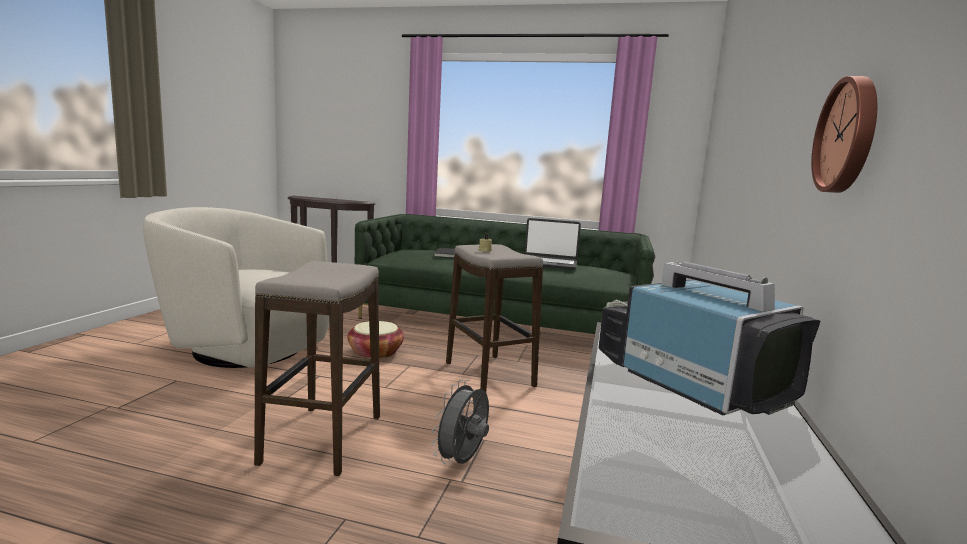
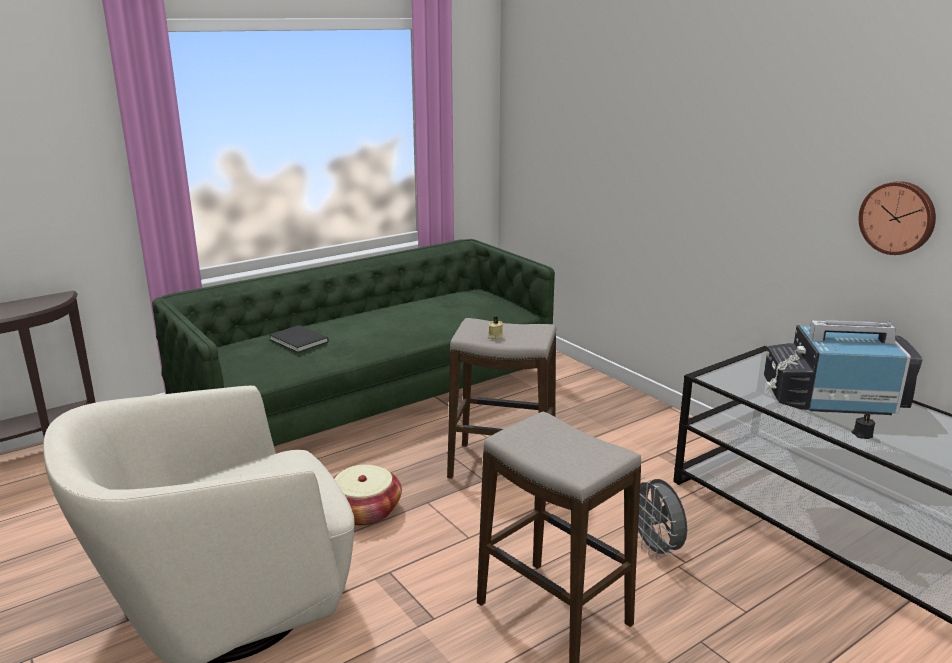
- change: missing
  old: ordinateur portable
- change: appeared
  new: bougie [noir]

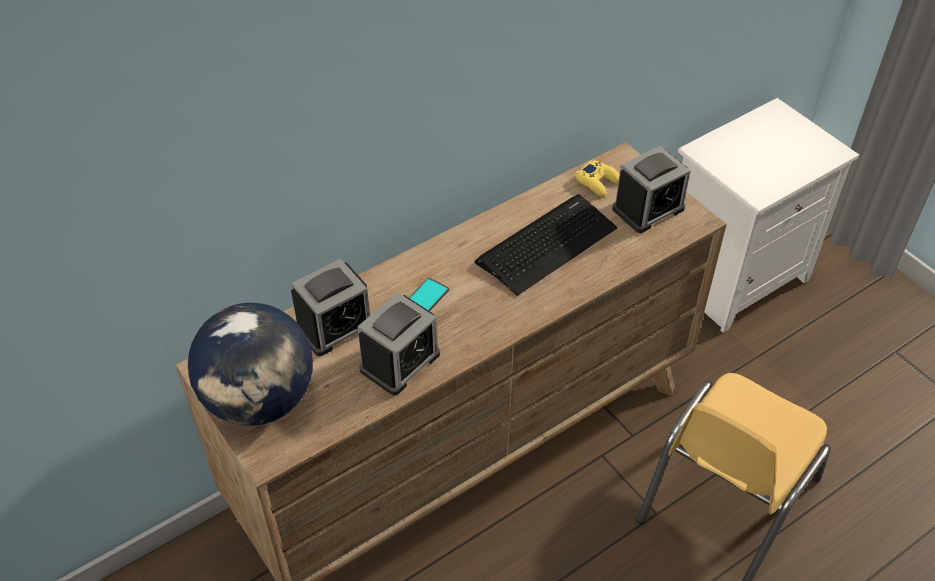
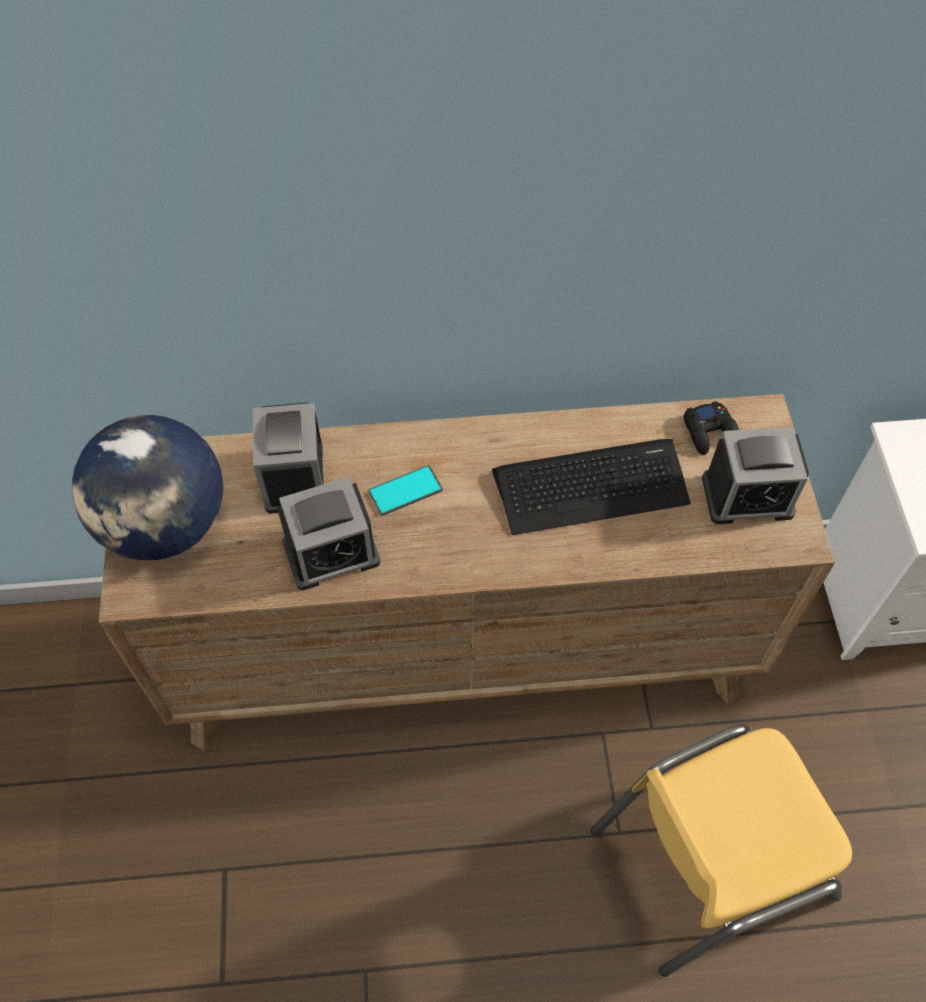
- change: colour
  old: manette [jaune]
  new: manette [noir]
- change: spun
  old: réveil (no. 1 from left)
  degrees: 90

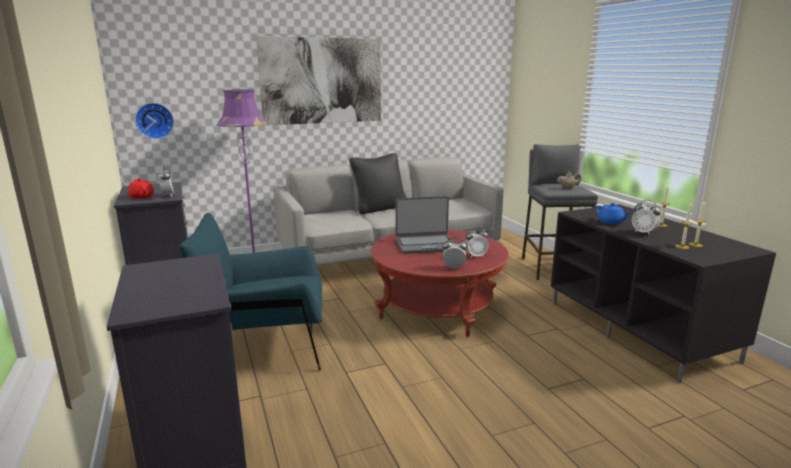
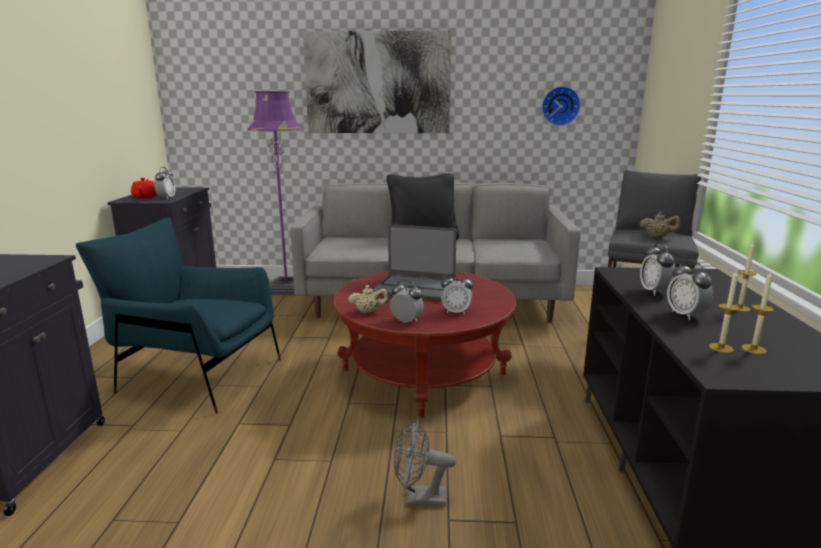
- change: appeared
  new: théière [beige] (no. 1 from left)
- change: appeared
  new: ventilateur [gris]
- change: relocated
  old: horloge murale
- change: exchanged
  old: théière [bleu]
  new: réveil (no. 4 from left)

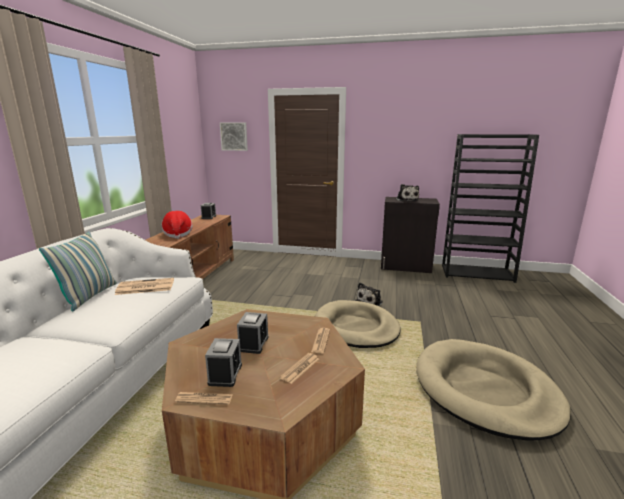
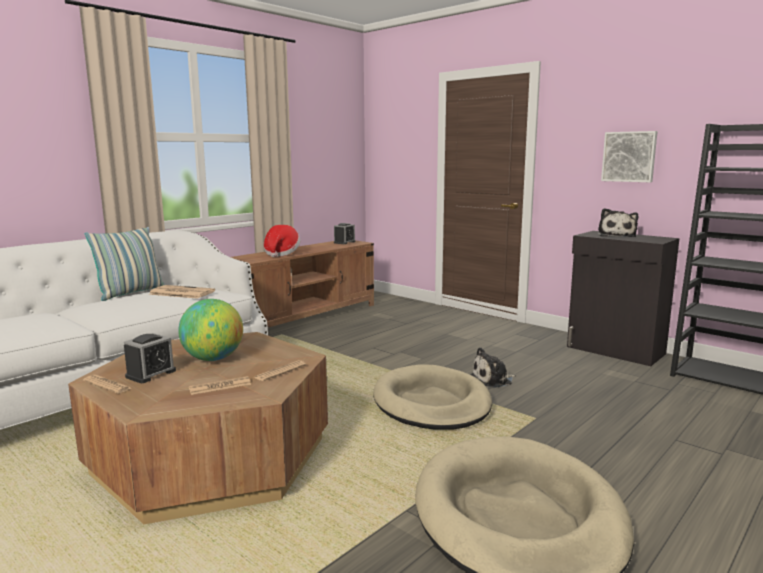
- change: relocated
  old: tableau
- change: exchanged
  old: réveil (no. 3 from left)
  new: globe

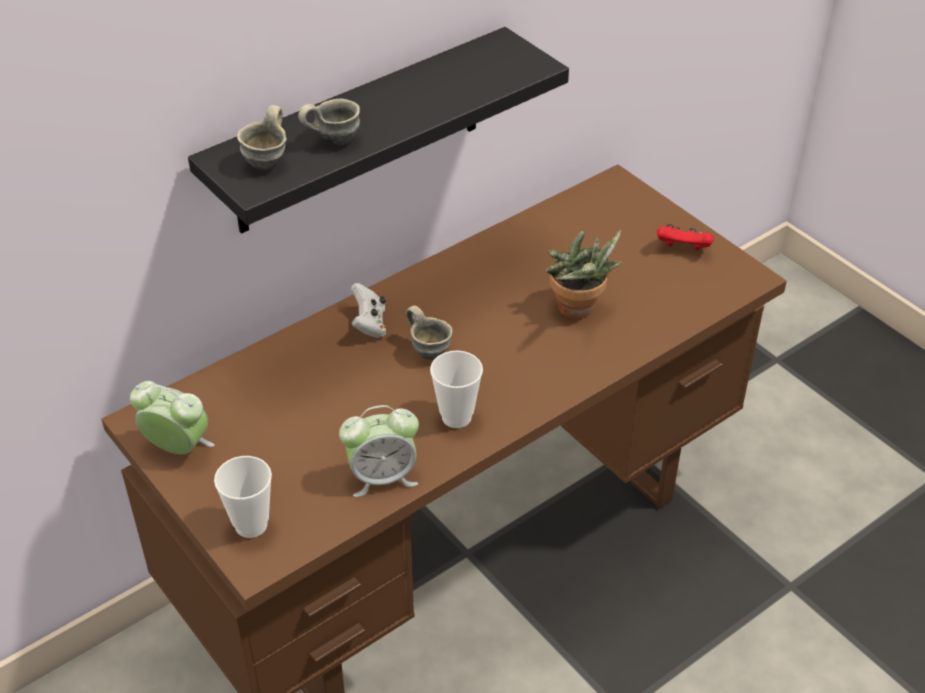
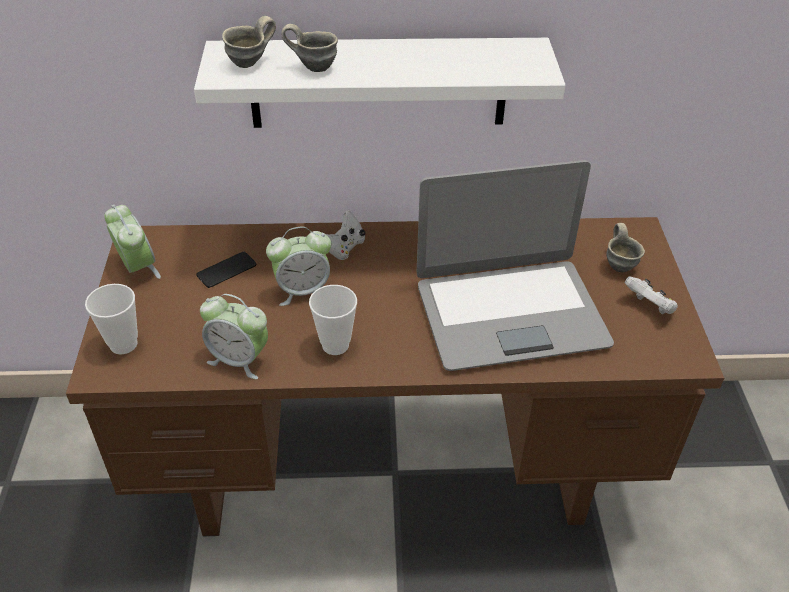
- change: appeared
  new: téléphone
- change: appeared
  new: réveil (no. 3 from left)
- change: relocated
  old: mug [gris] (no. 3 from left)
- change: exchanged
  old: plante en pot
  new: ordinateur portable
- change: colour
  old: étagère [noir]
  new: étagère [blanc]
- change: colour
  old: manette [rouge]
  new: manette [blanc] (no. 2 from left)

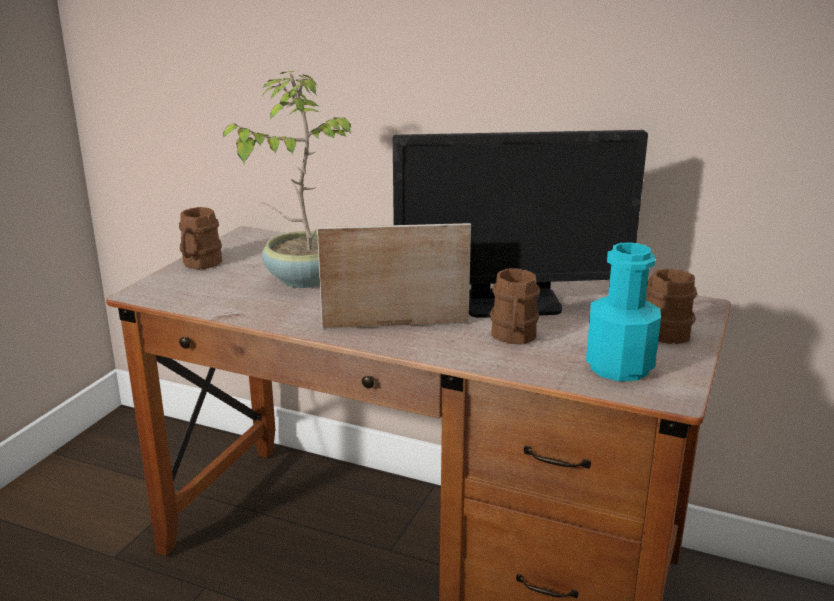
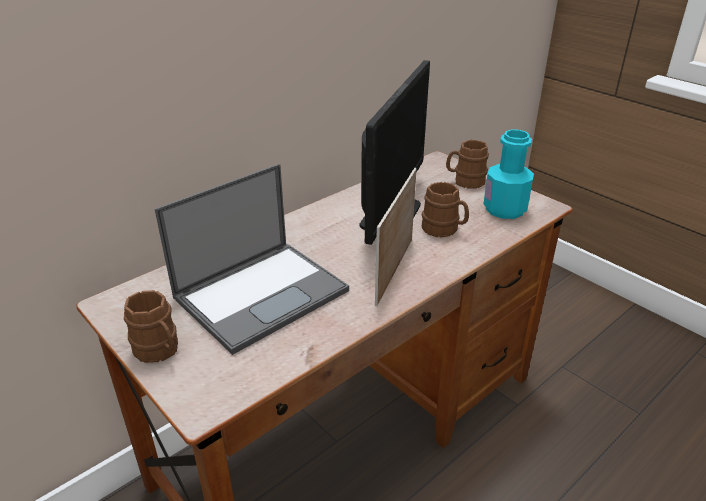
- change: exchanged
  old: plante en pot
  new: ordinateur portable

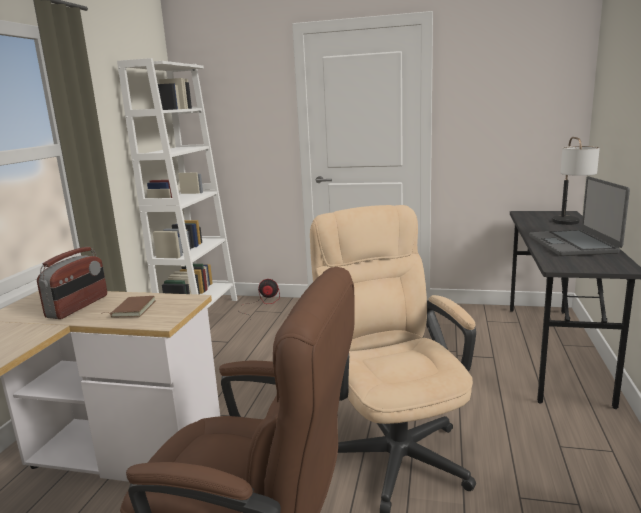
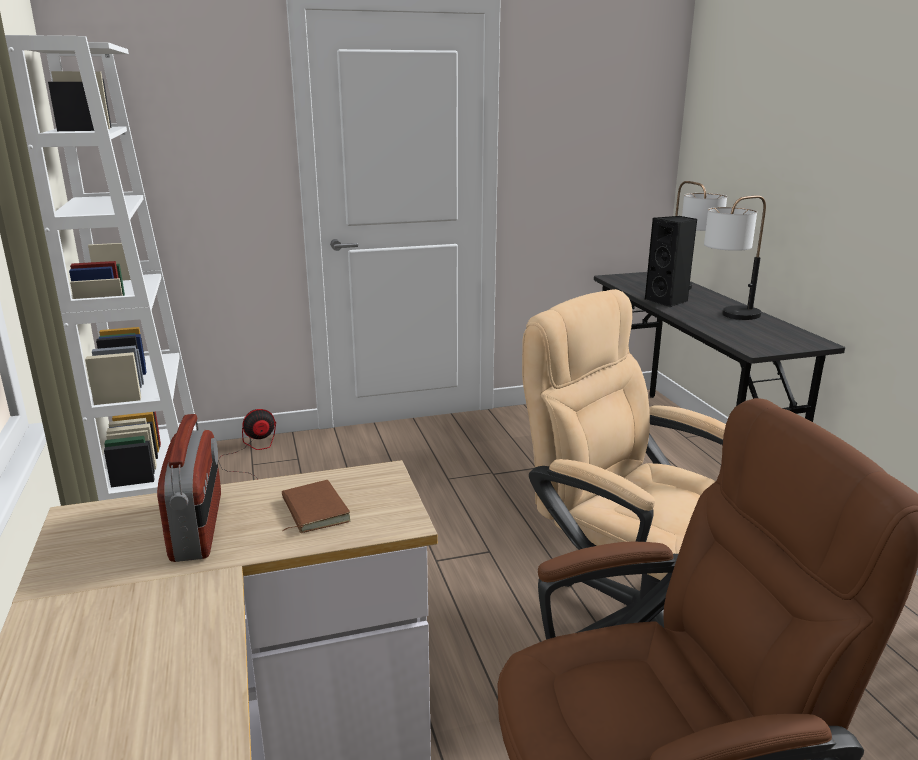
- change: appeared
  new: enceinte [noir]
- change: exchanged
  old: ordinateur portable
  new: lampe de table (no. 2 from left)

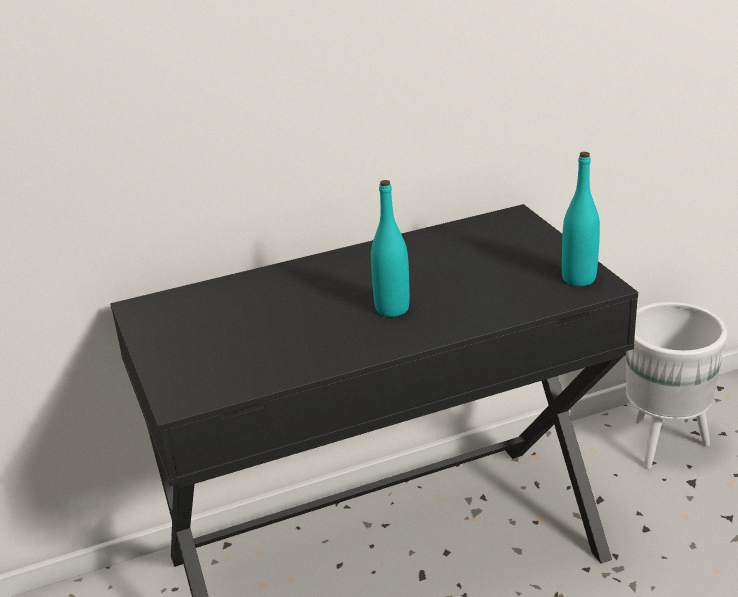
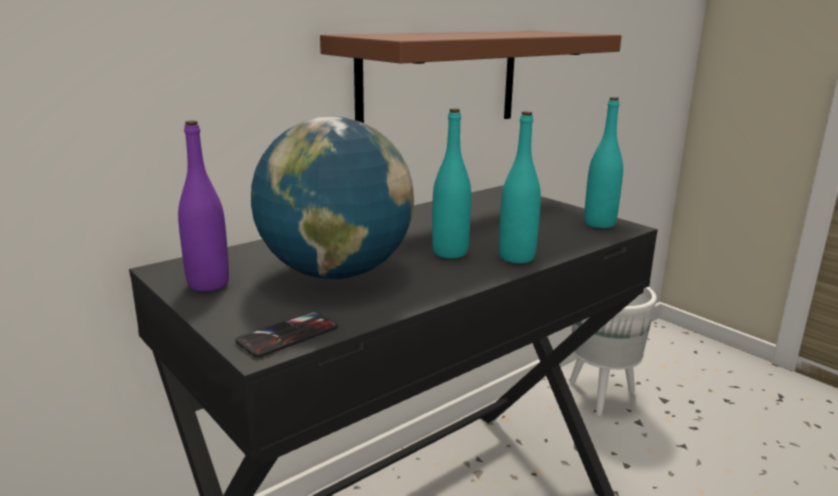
- change: appeared
  new: bouteille [violet]
- change: appeared
  new: téléphone
- change: appeared
  new: globe
- change: appeared
  new: étagère [marron]
- change: appeared
  new: bouteille [turquoise] (no. 2 from left)

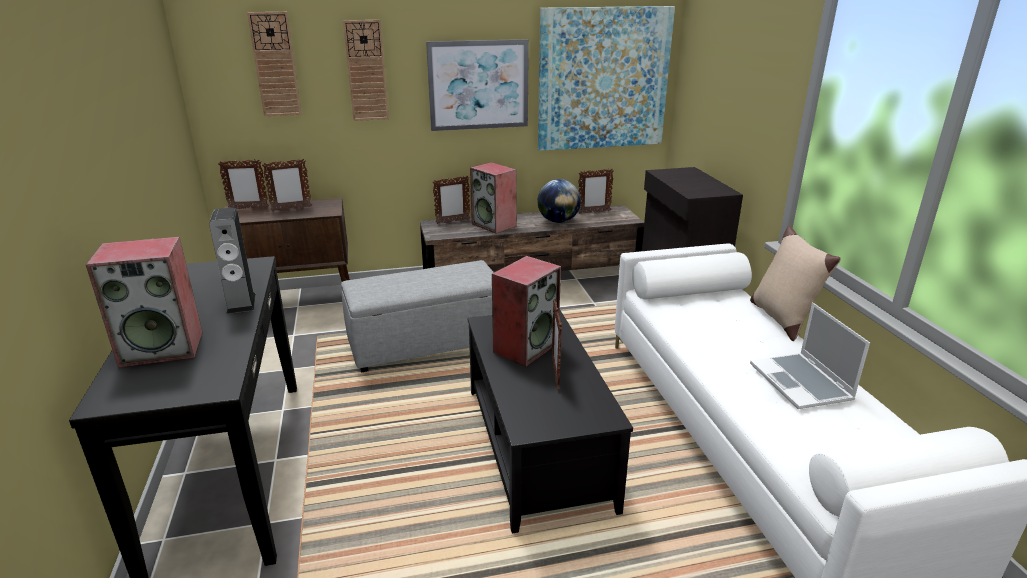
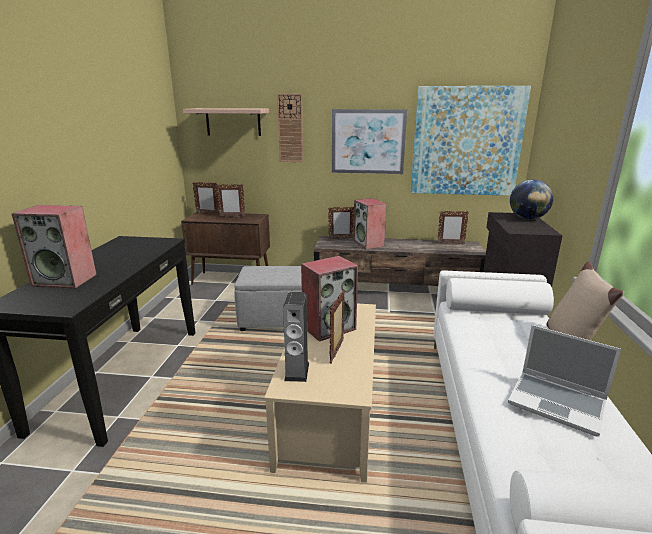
- change: relocated
  old: enceinte (no. 2 from left)
- change: relocated
  old: globe
- change: exchanged
  old: horloge murale (no. 1 from left)
  new: étagère
- change: colour
  old: table basse [noir]
  new: table basse [beige]
- change: spun
  old: ordinateur portable
  degrees: -60

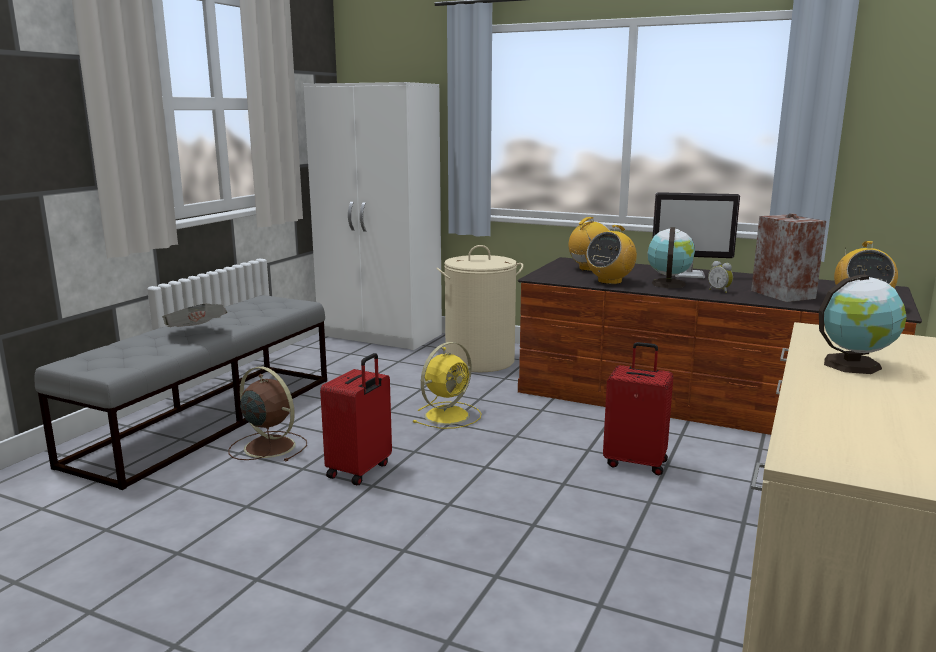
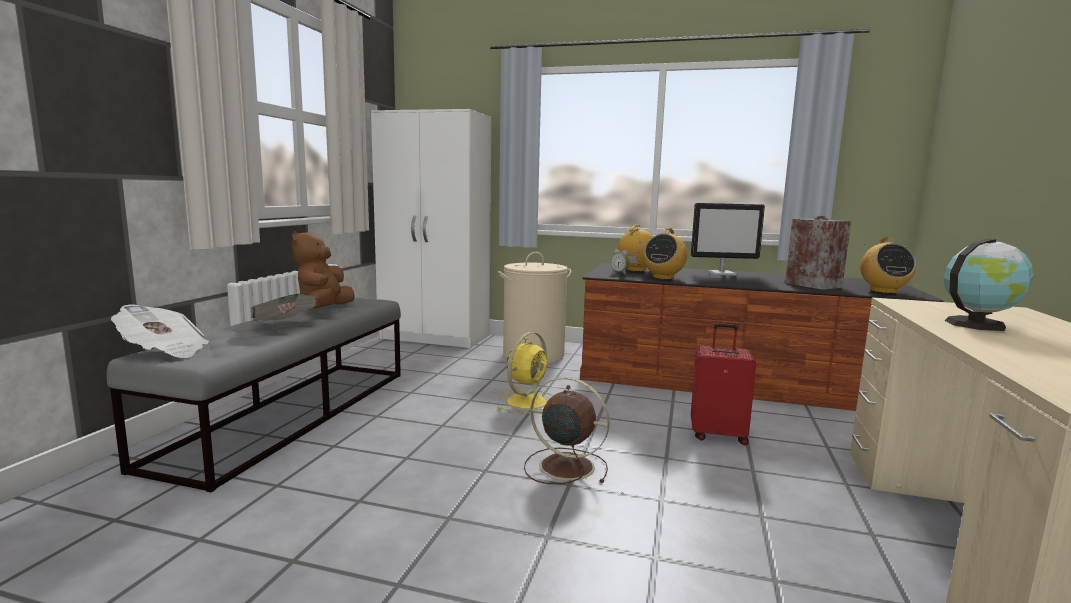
- change: missing
  old: valise [rouge] (no. 1 from left)
- change: missing
  old: globe (no. 1 from left)
- change: appeared
  new: journal (no. 1 from left)
- change: appeared
  new: peluche [marron]
- change: relocated
  old: ventilateur [marron]
- change: relocated
  old: réveil

